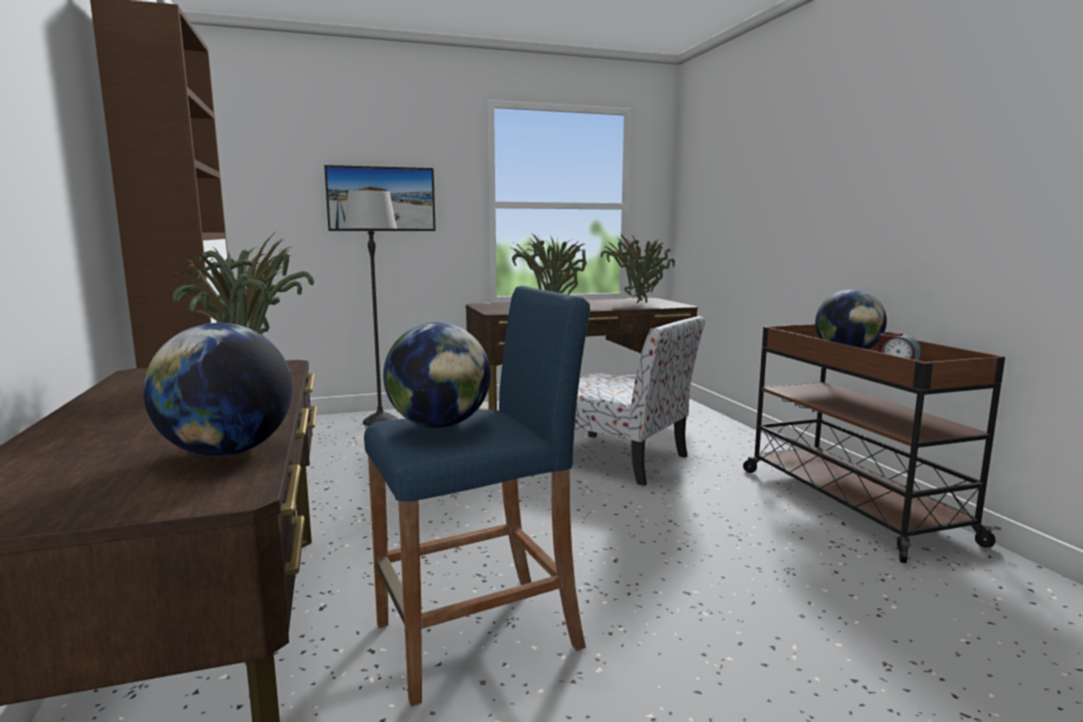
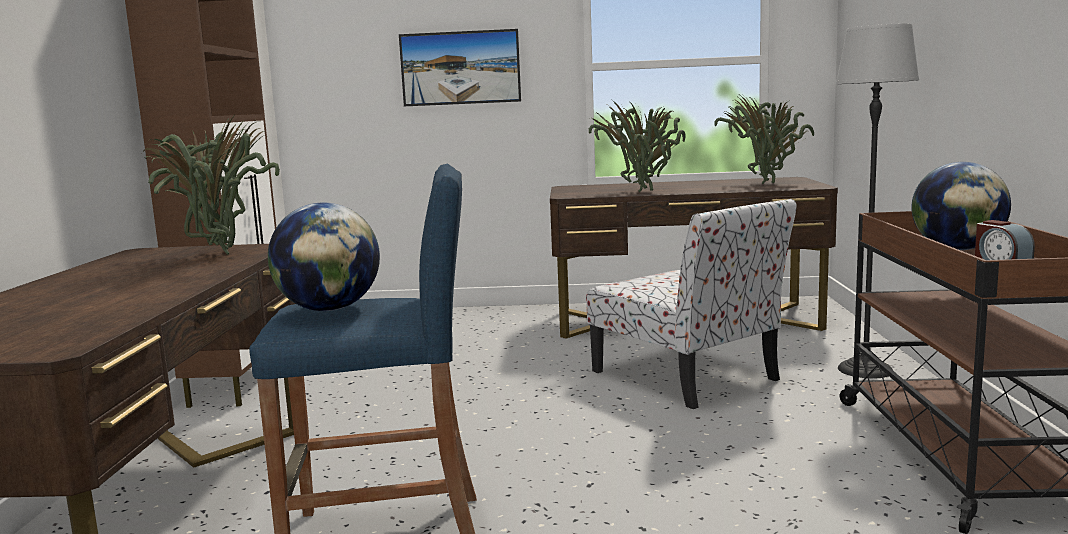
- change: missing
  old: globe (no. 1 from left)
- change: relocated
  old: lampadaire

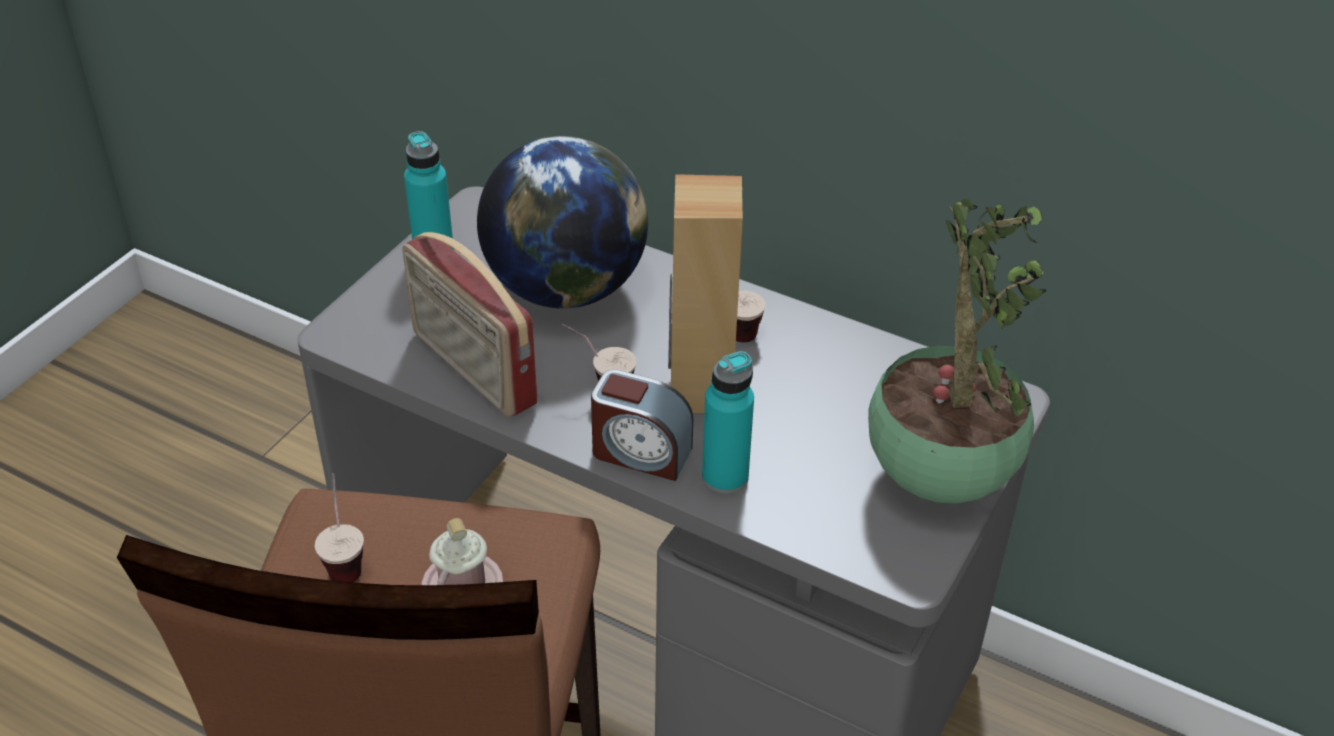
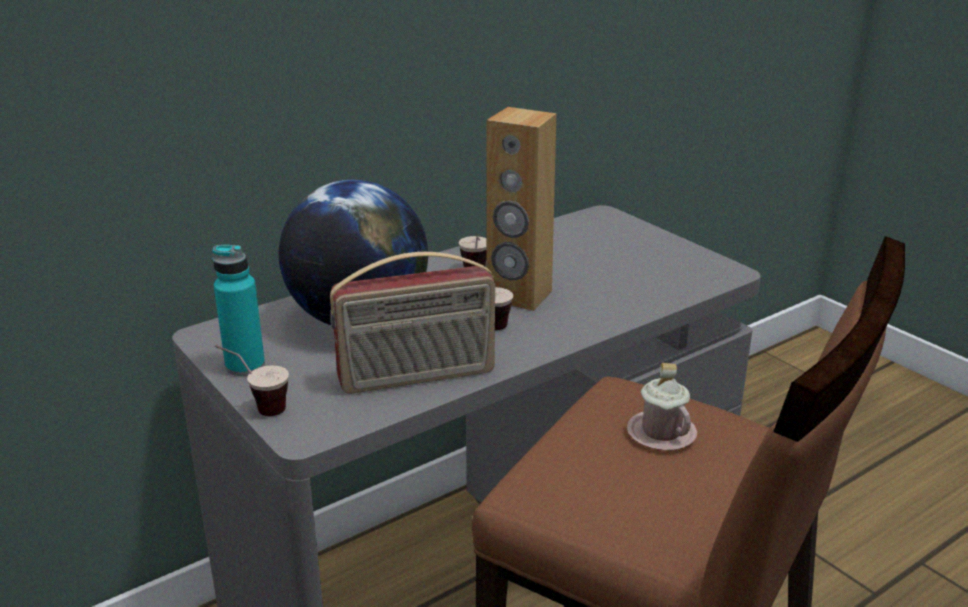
- change: missing
  old: réveil
- change: missing
  old: bouteille [turquoise] (no. 2 from left)
- change: missing
  old: plante en pot
- change: relocated
  old: tasse (no. 1 from left)

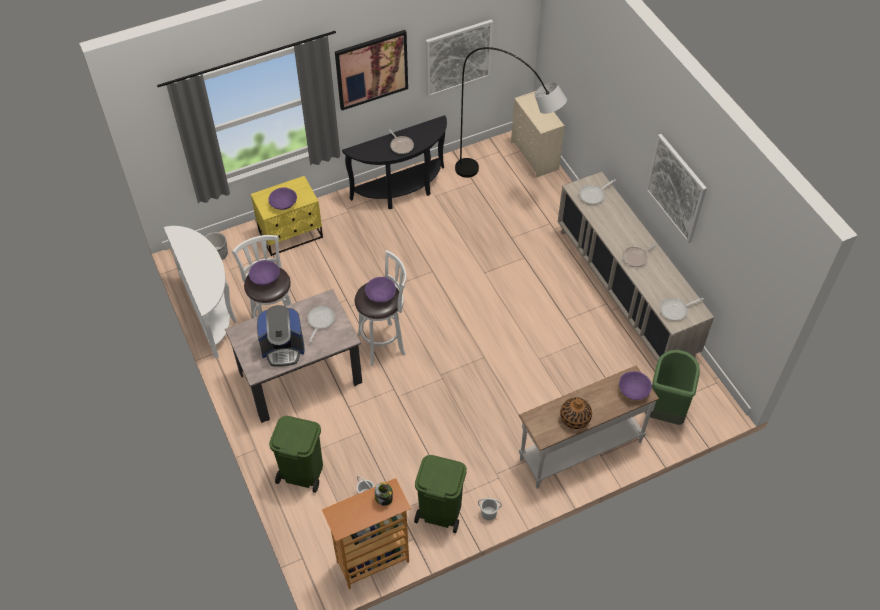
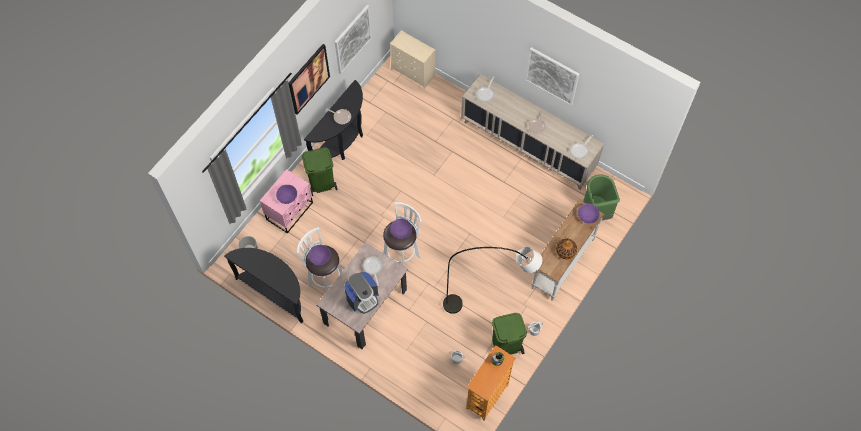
- change: relocated
  old: poubelle [vert] (no. 1 from left)
- change: relocated
  old: lampadaire [gris]
- change: colour
  old: table console [blanc] (no. 1 from left)
  new: table console [noir] (no. 1 from left)
- change: colour
  old: table de chevet [jaune]
  new: table de chevet [rose]

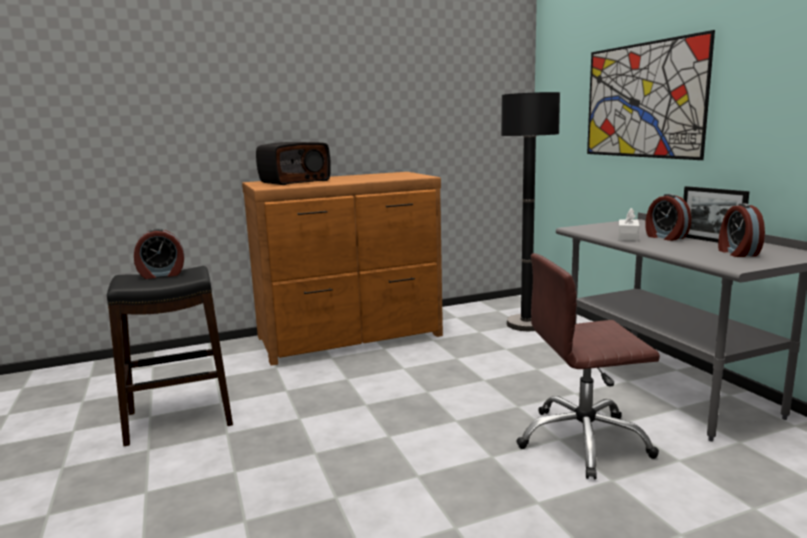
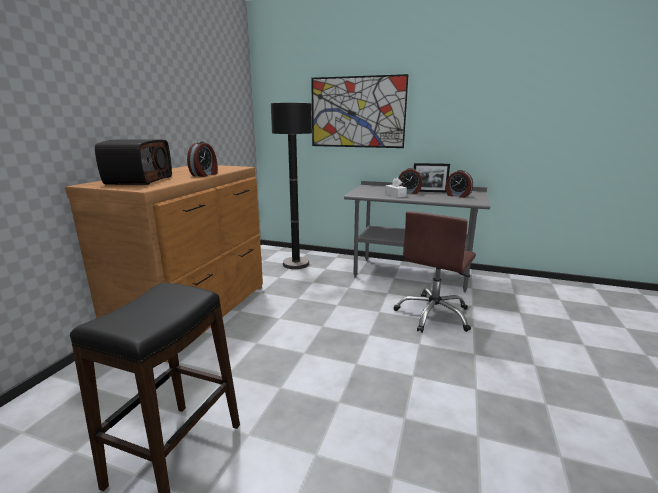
- change: relocated
  old: réveil (no. 1 from left)

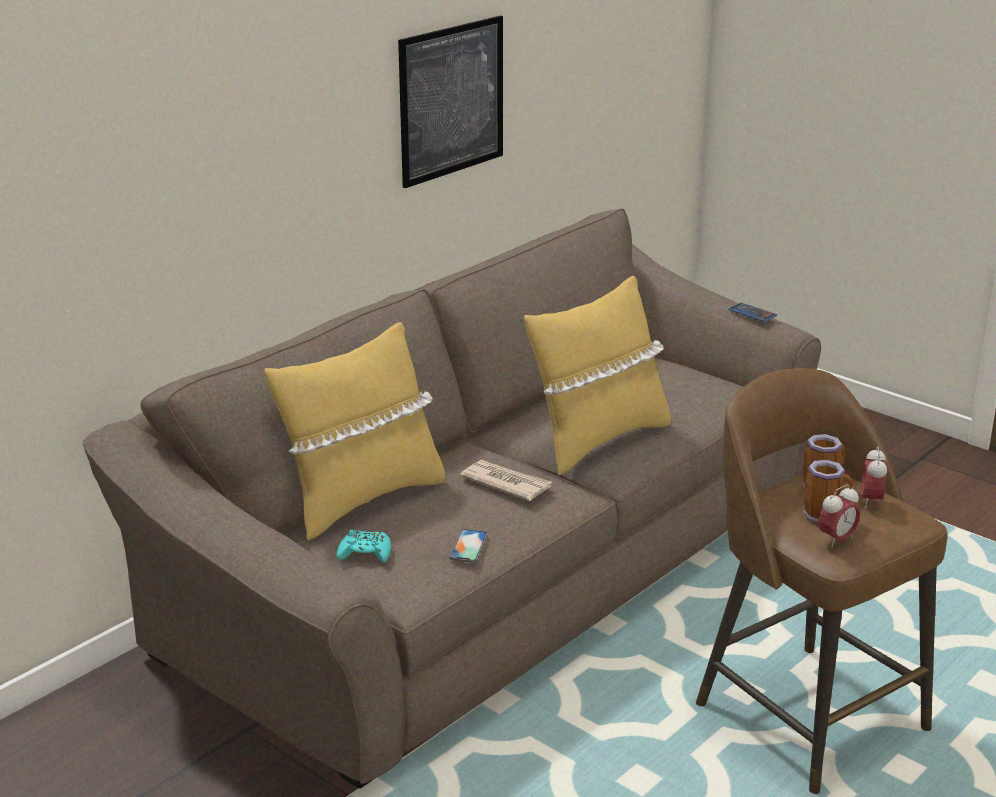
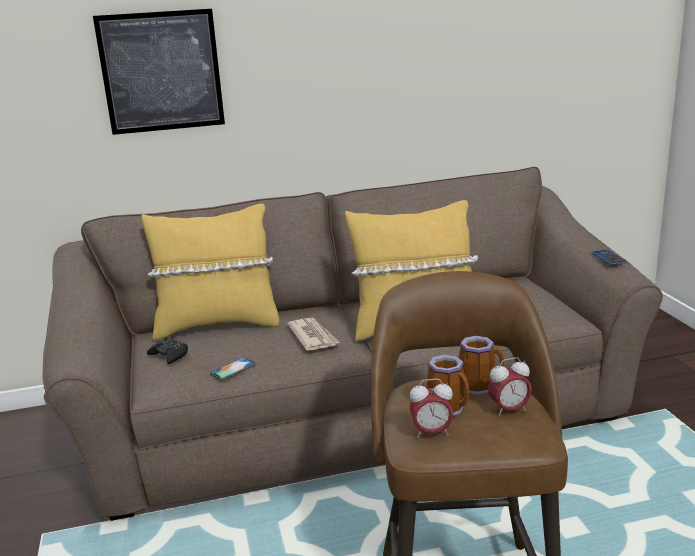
- change: relocated
  old: tableau
- change: colour
  old: manette [turquoise]
  new: manette [noir]
- change: spun
  old: réveil (no. 2 from left)
  degrees: -150

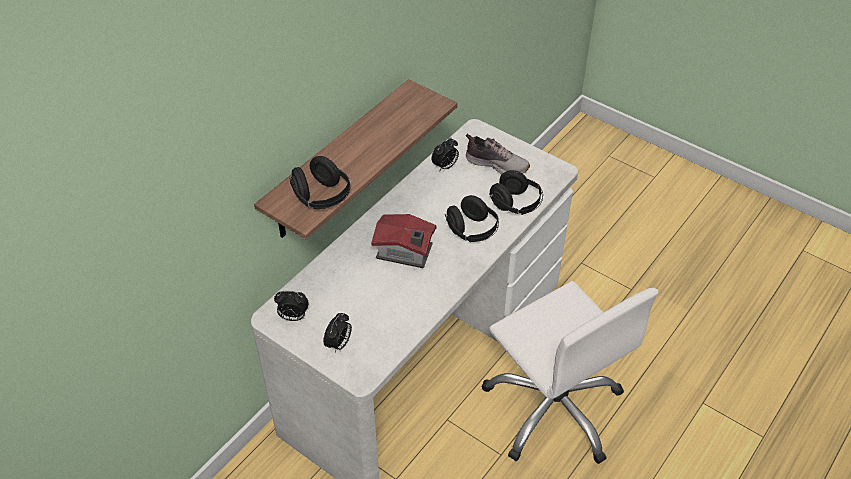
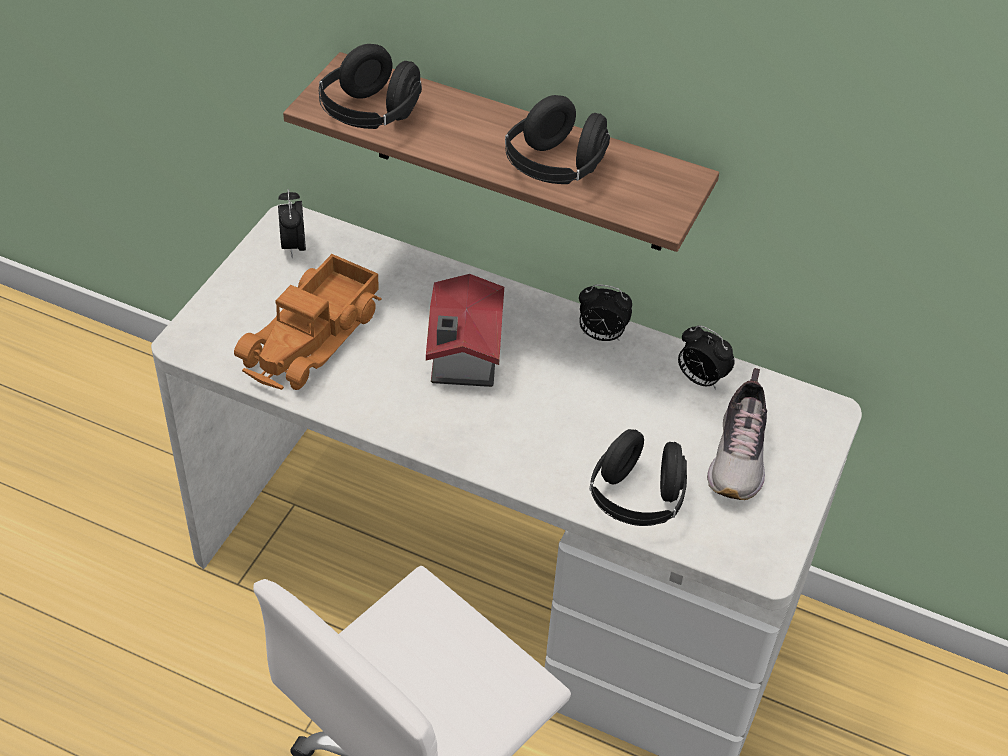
- change: appeared
  new: camion jouet
- change: relocated
  old: réveil (no. 2 from left)
- change: relocated
  old: casque audio [noir] (no. 2 from left)

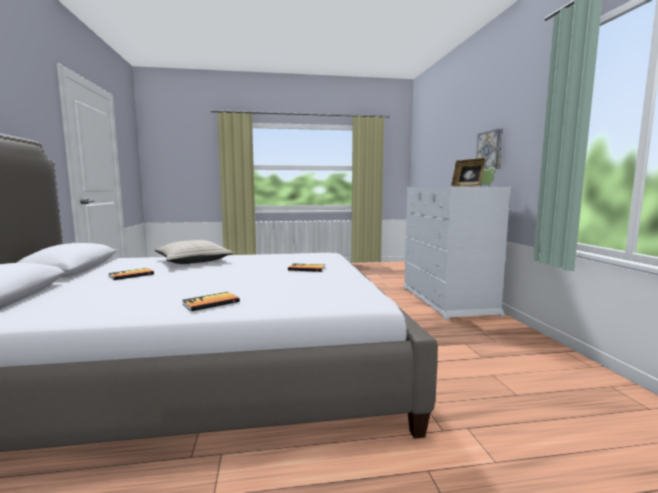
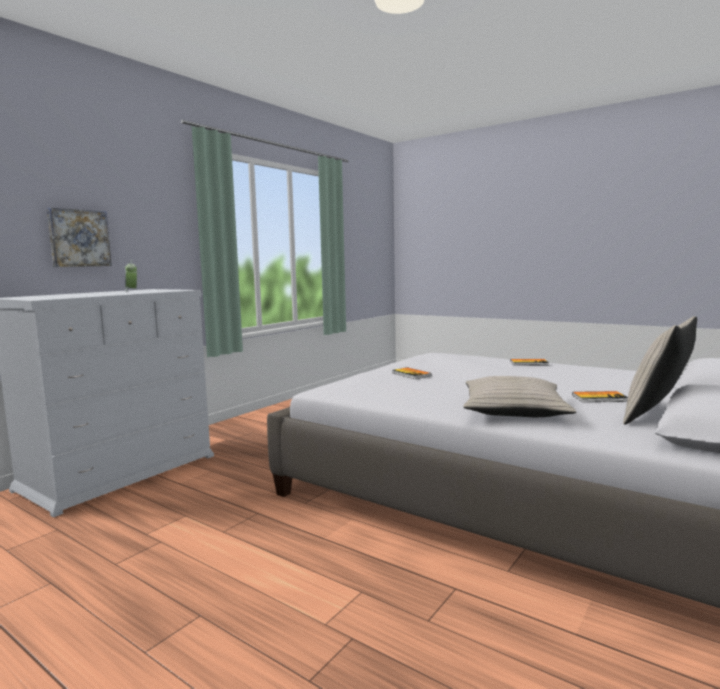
- change: missing
  old: cadre photo
- change: appeared
  new: coussin [beige] (no. 2 from left)

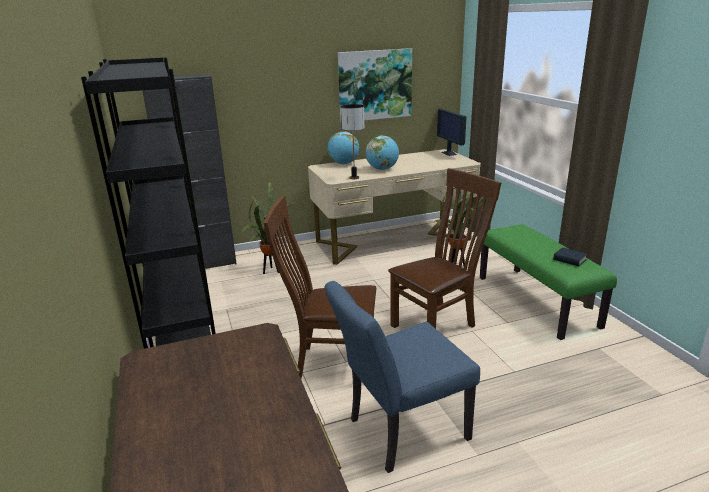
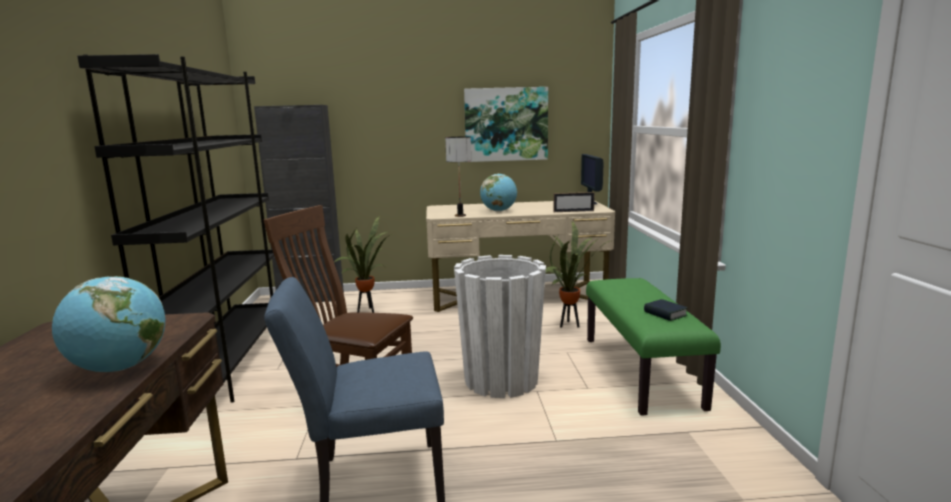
- change: appeared
  new: cadre photo
- change: relocated
  old: globe (no. 1 from left)
- change: exchanged
  old: chaise [marron] (no. 2 from left)
  new: cache-pot [blanc]

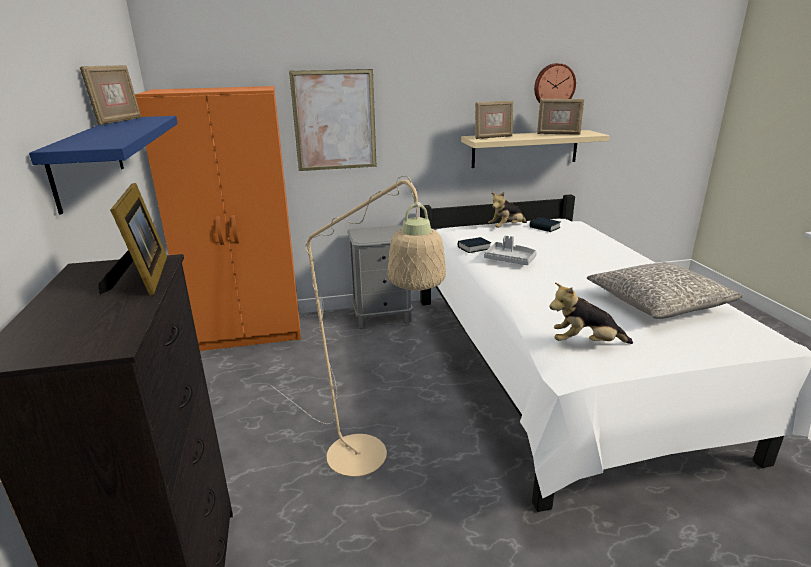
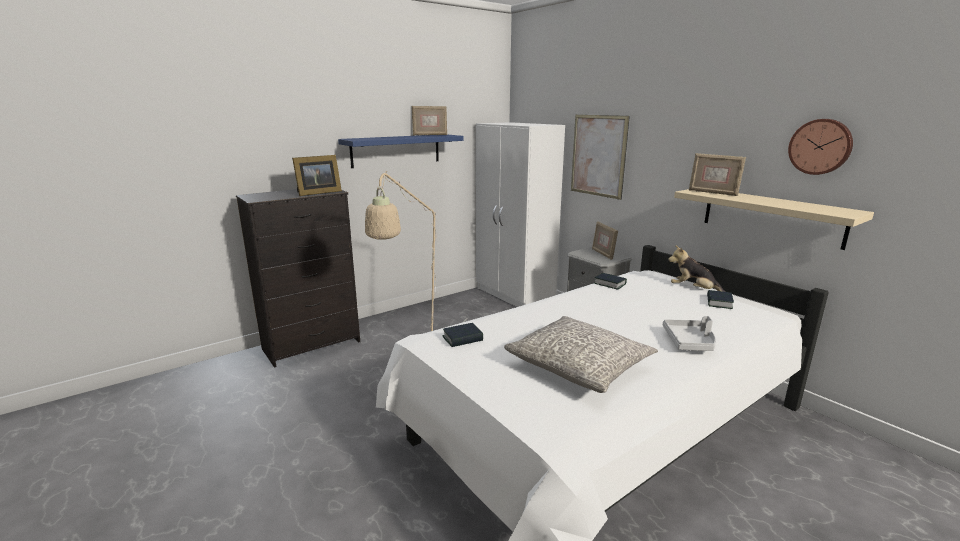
- change: relocated
  old: plateau [gris]
- change: relocated
  old: cadre photo (no. 4 from left in the first image)
  new: cadre photo (no. 3 from left)
- change: exchanged
  old: peluche (no. 2 from left)
  new: livre (no. 1 from left)
- change: colour
  old: armoire [orange]
  new: armoire [blanc]

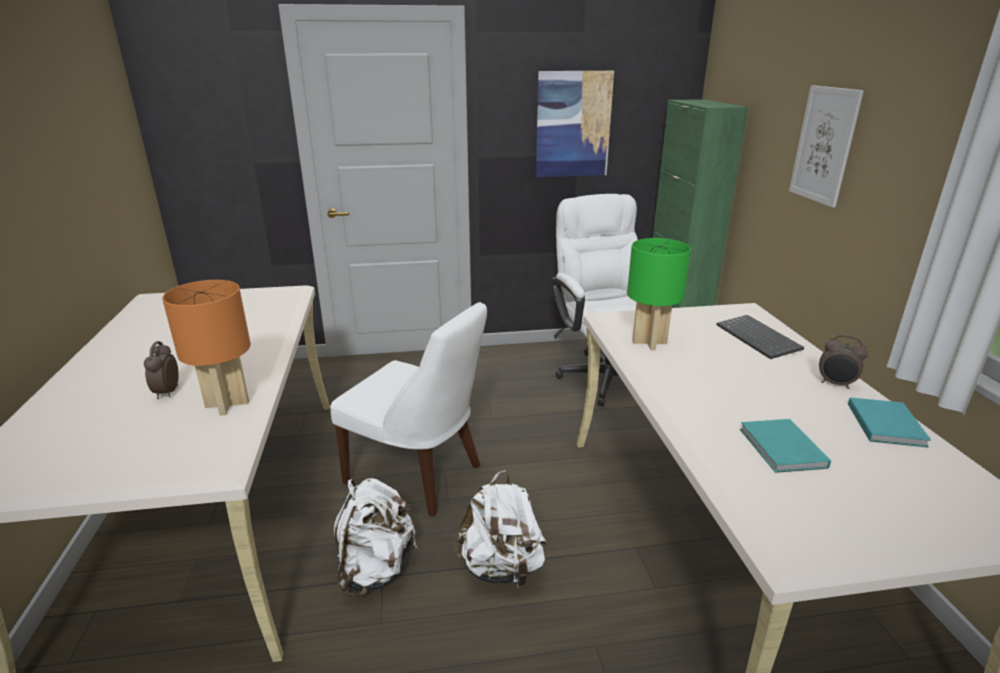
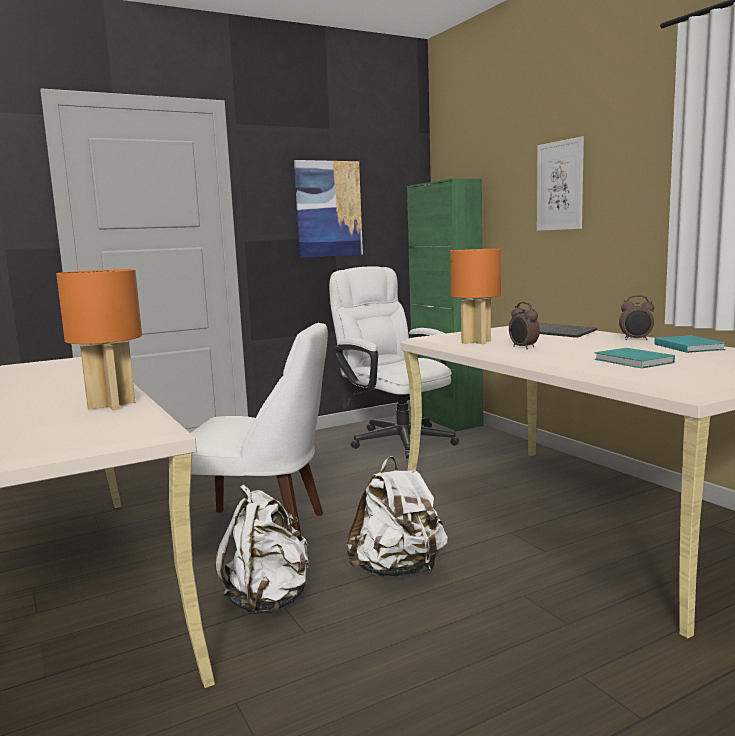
- change: relocated
  old: réveil (no. 1 from left)
- change: colour
  old: lampe de table [vert]
  new: lampe de table [orange] (no. 2 from left)

